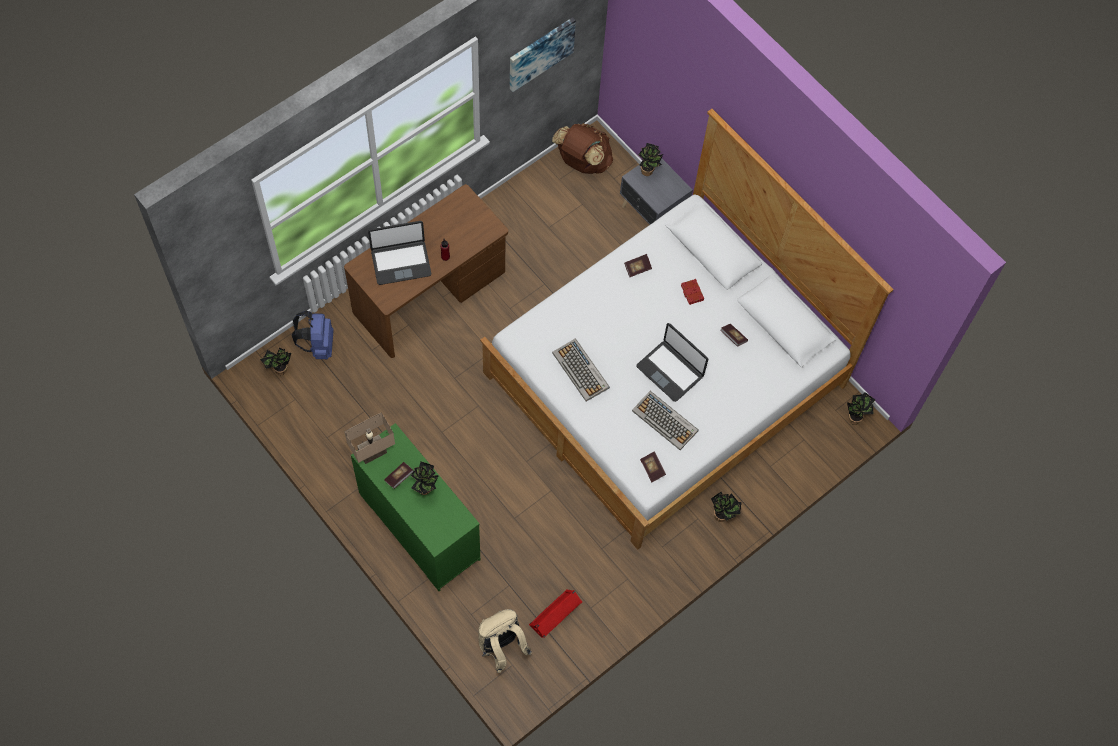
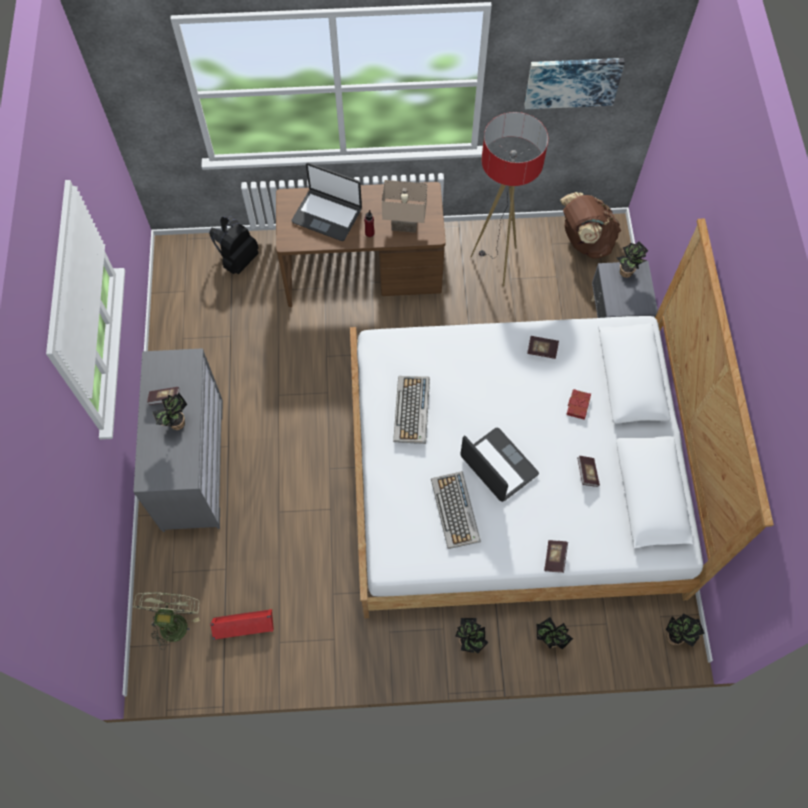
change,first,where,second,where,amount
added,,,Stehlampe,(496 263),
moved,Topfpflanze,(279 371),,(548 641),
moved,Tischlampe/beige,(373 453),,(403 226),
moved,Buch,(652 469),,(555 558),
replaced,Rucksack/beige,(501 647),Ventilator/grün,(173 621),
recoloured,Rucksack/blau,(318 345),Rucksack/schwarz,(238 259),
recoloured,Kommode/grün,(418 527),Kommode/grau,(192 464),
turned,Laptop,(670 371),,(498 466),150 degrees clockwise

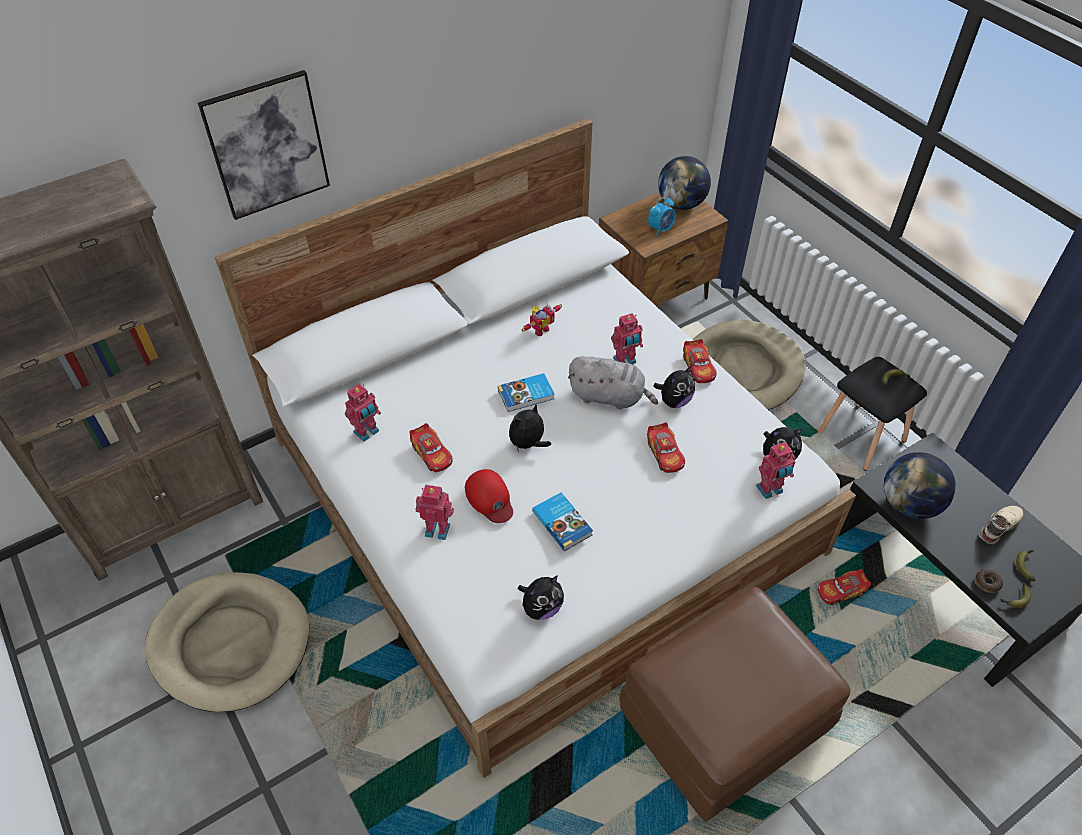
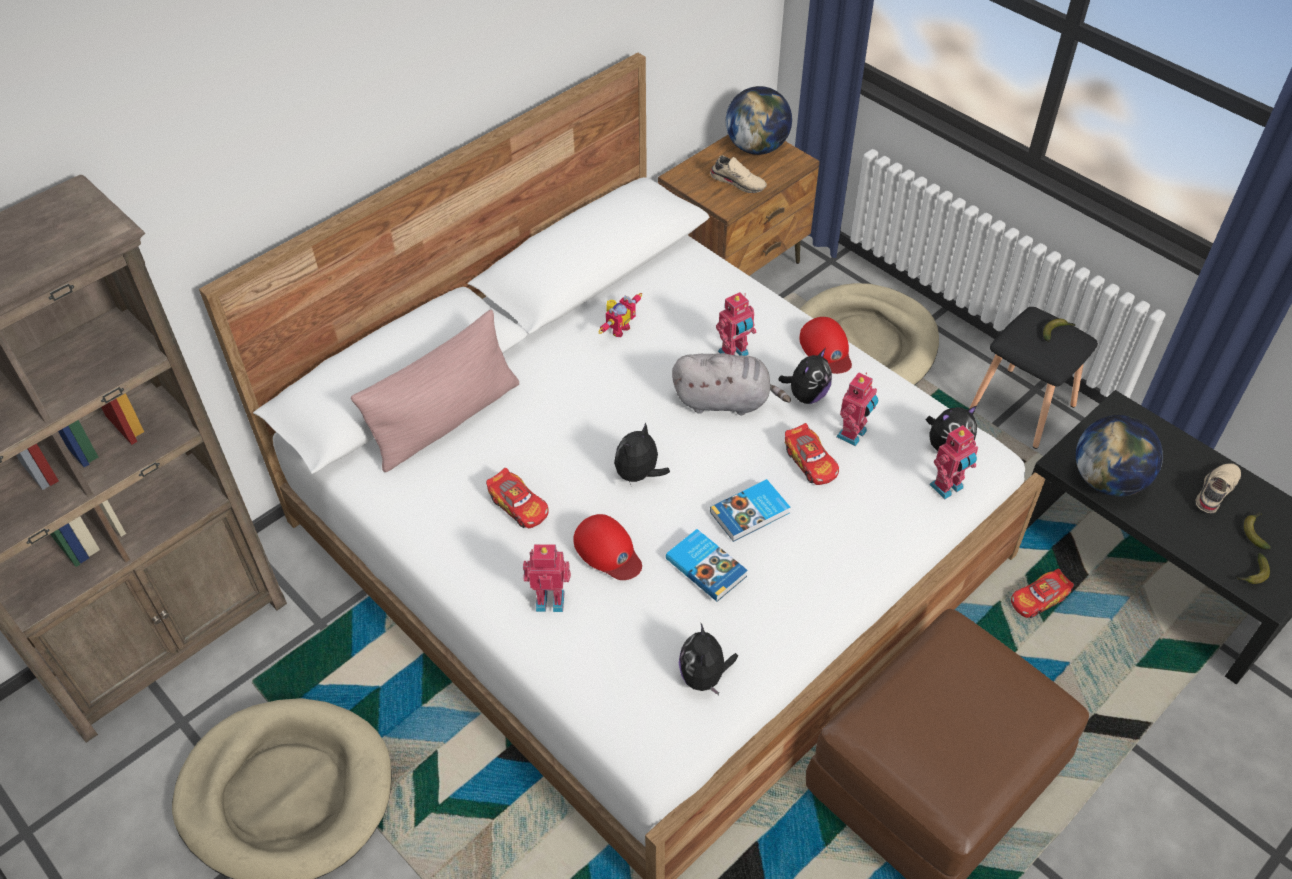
change,first,where,second,where,amount
removed,Bild,(267 145),,,
removed,Donut,(987 583),,,
added,,,Kissen/rosa,(446 420),
moved,Spielzeugroboter,(367 432),,(853 434),
moved,Buch,(526 395),,(751 513),
replaced,Wecker,(661 229),Schuh/beige,(739 182),
replaced,Spielzeugauto,(698 367),Kappe/rot,(826 349),
turned,Plüschtier,(541 608),,(704 676),135 degrees clockwise

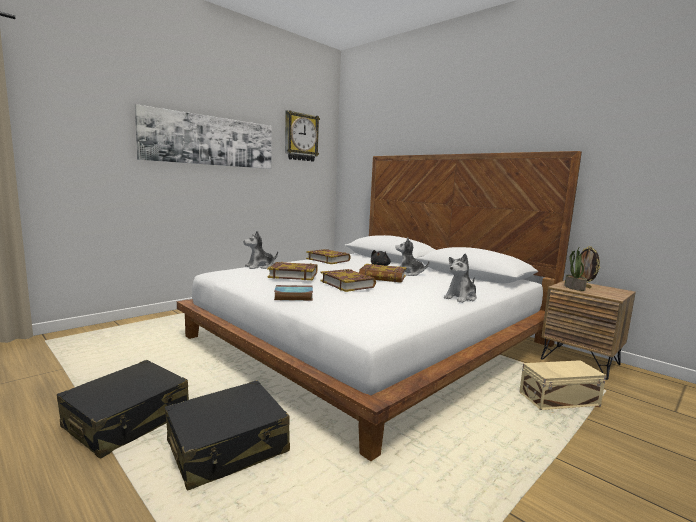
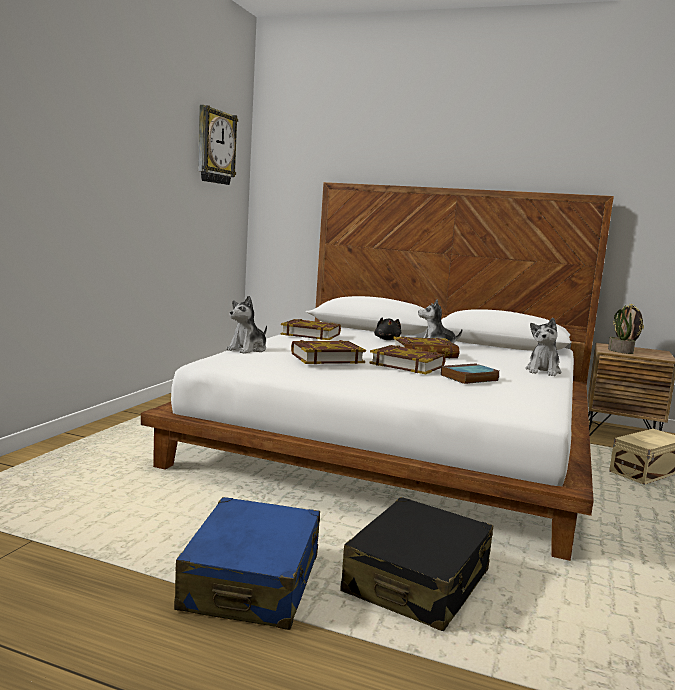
change,first,where,second,where,amount
removed,Bild,(210 141),,,
moved,Buch,(292 296),,(469 378),
recoloured,Koffer/schwarz,(128 420),Koffer/blau,(252 582),

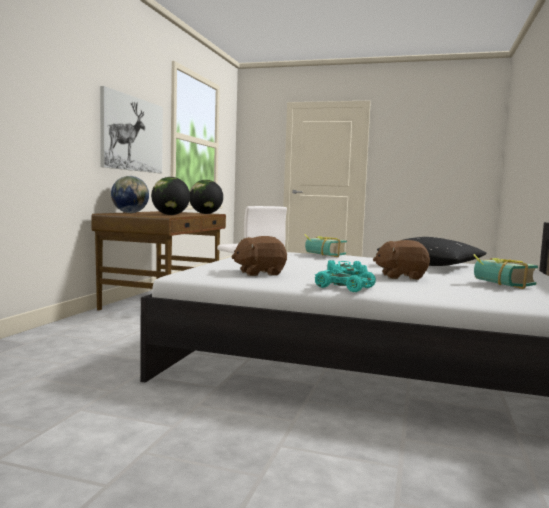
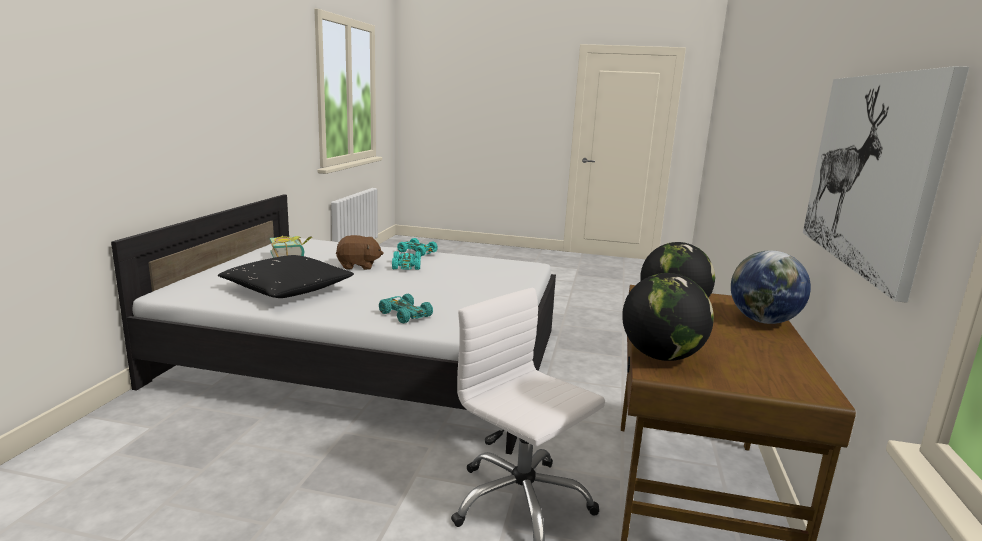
change,first,where,second,where,amount
removed,Plüschtier/braun,(259 273),,,
replaced,Buch,(322 255),Spielzeugauto/türkis,(404 314),

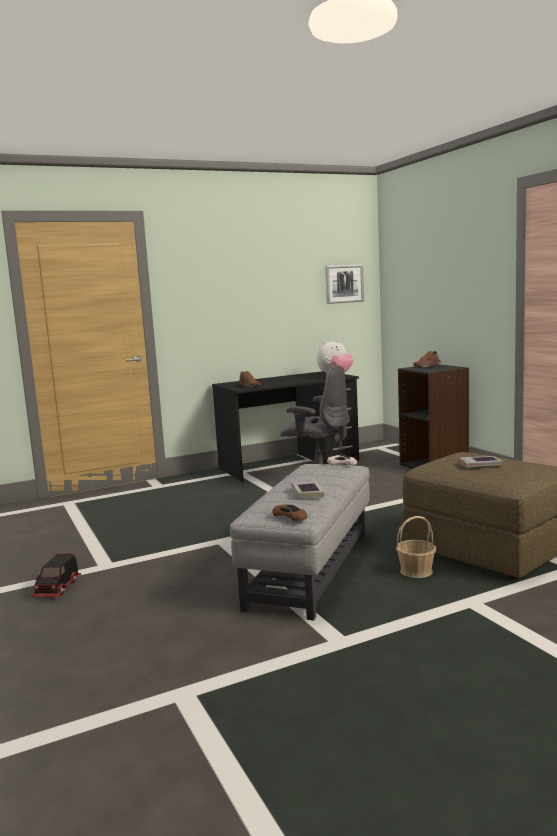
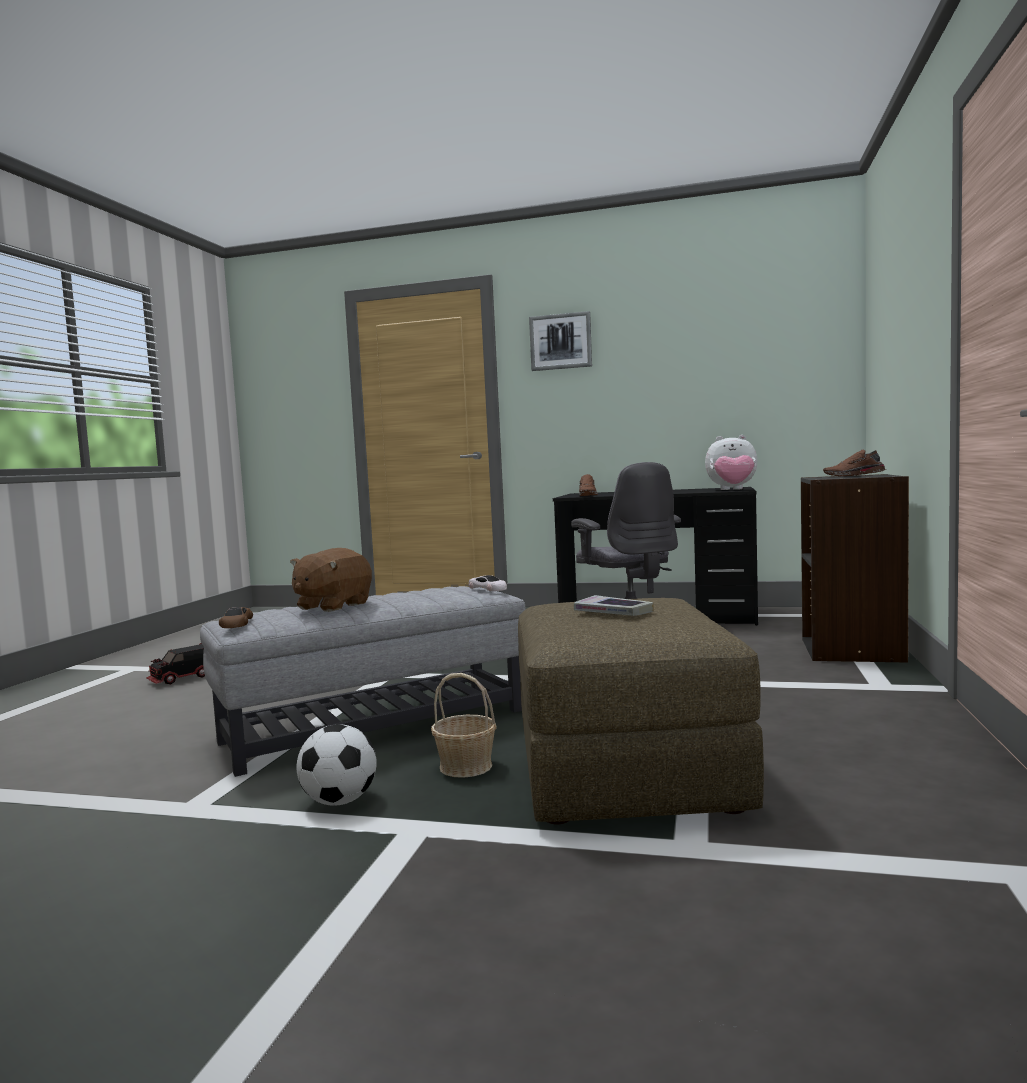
change,first,where,second,where,amount
added,,,Fußball,(340 801),
moved,Bild,(344 284),,(560 341),
replaced,Buch,(307 492),Plüschtier/braun,(332 606),

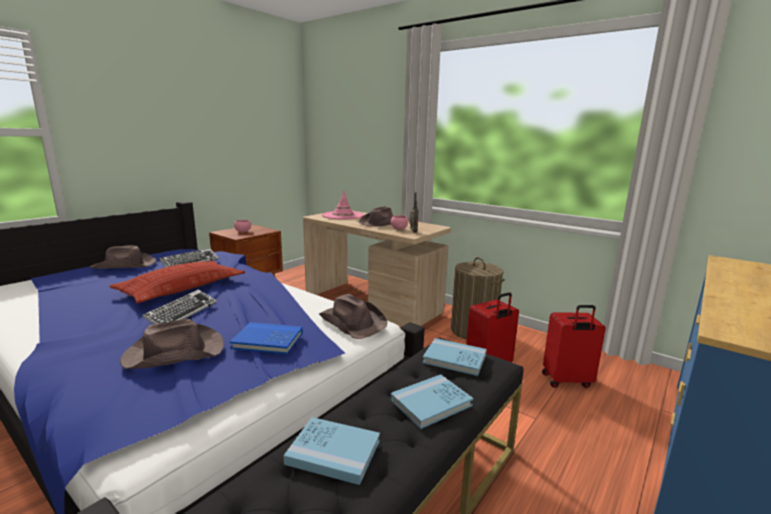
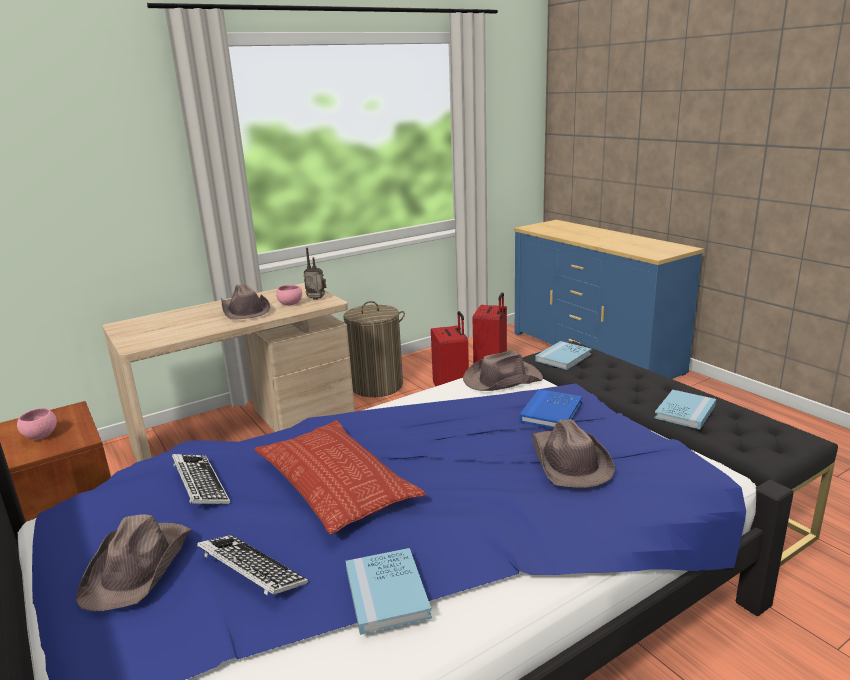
change,first,where,second,where,amount
removed,Hut/rosa,(343 215),,,
moved,Tastatur,(182 313),,(251 571),
moved,Buch/blau,(431 403),,(386 593),

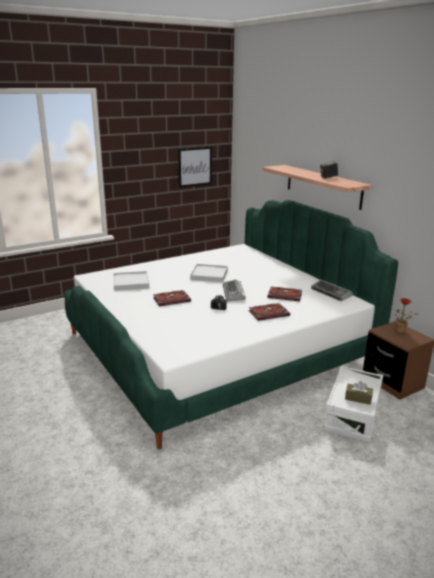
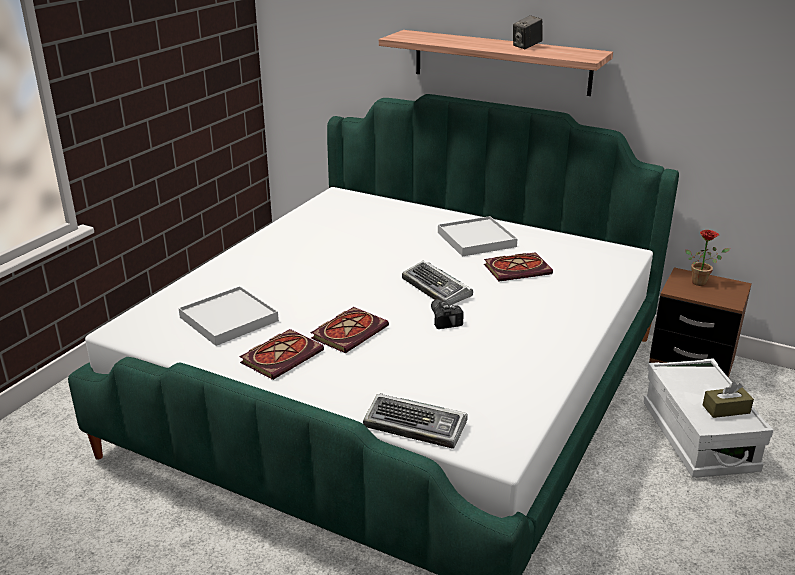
change,first,where,second,where,amount
removed,Bild,(195 166),,,
moved,Tablett/weiß,(209 275),,(476 240),
moved,Buch,(269 313),,(282 356),
moved,Tastatur,(331 293),,(416 426),

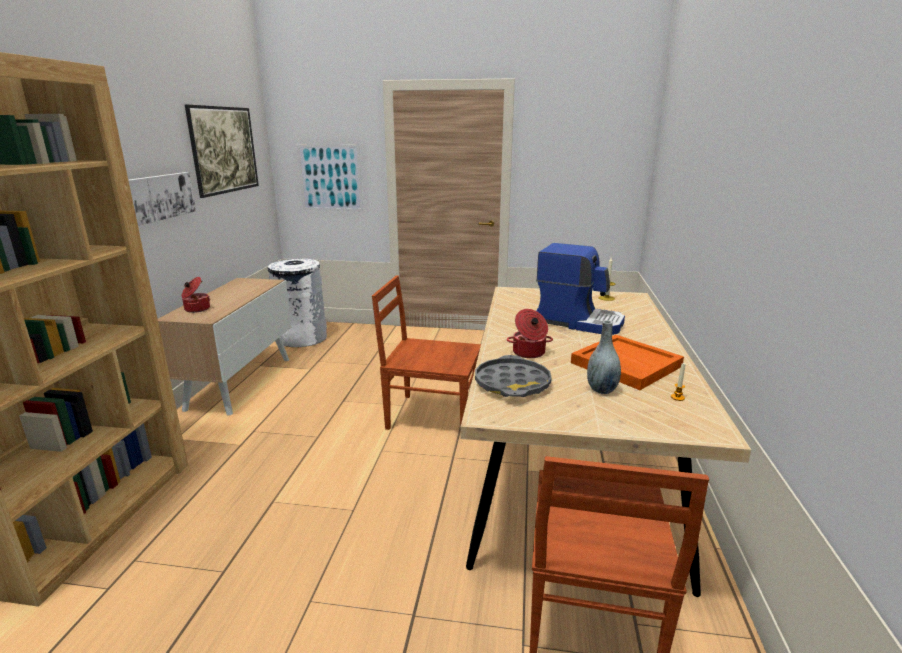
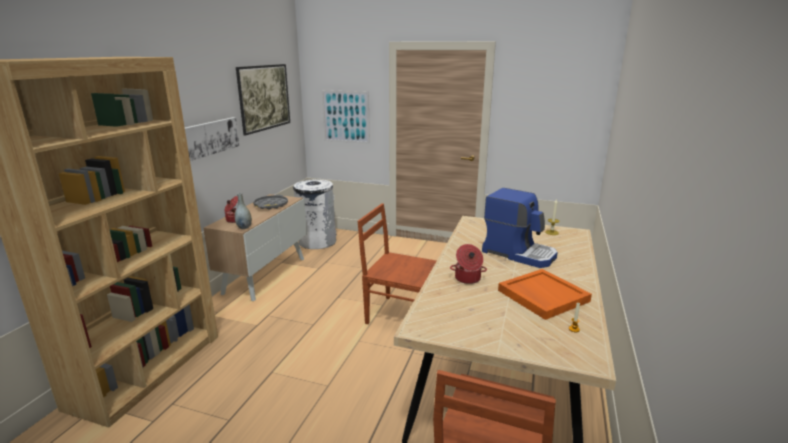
change,first,where,second,where,amount
moved,Tablett/grau,(512 384),,(271 205),
moved,Vase/grau,(601 390),,(244 227),

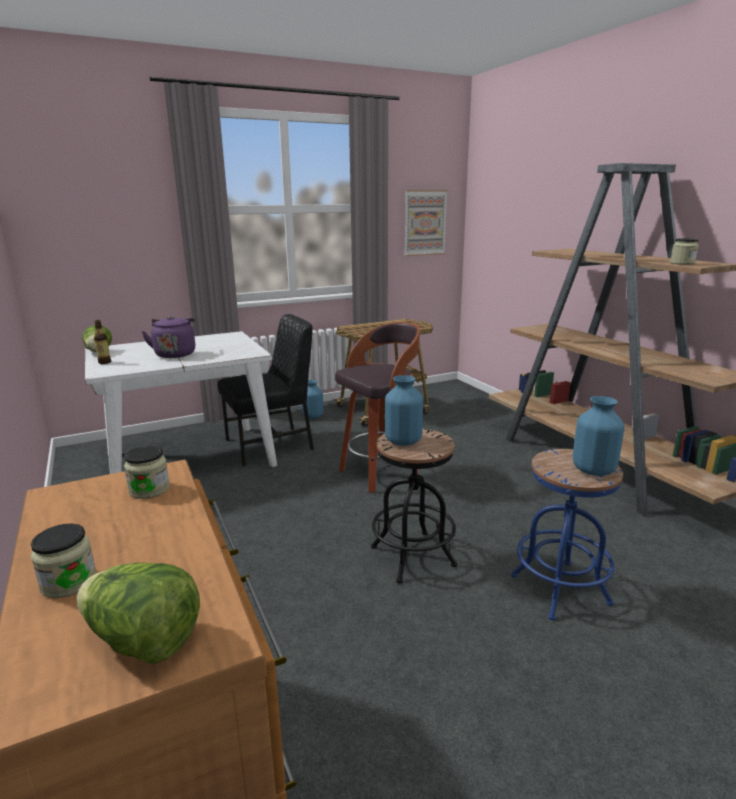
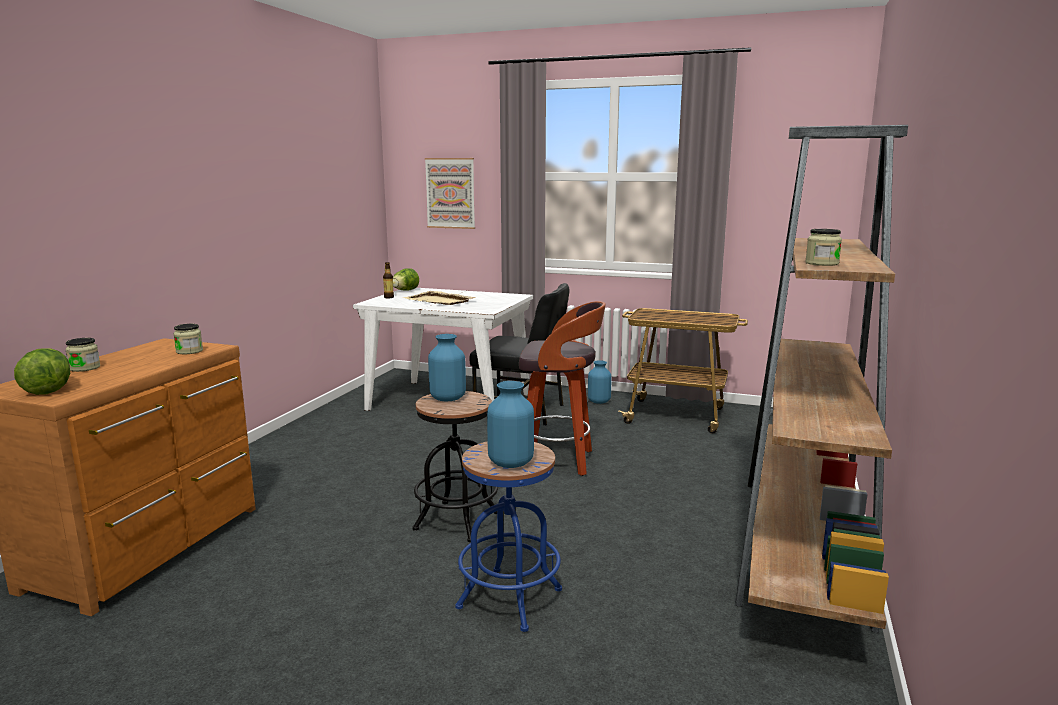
change,first,where,second,where,amount
moved,Bild,(424 223),,(450 193),
replaced,Wasserkessel/lila,(175 354),Tablett/beige,(440 300),

